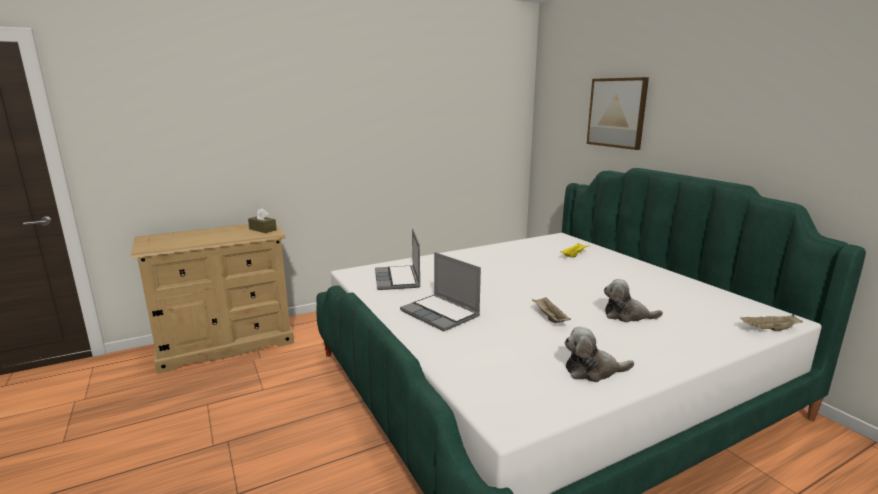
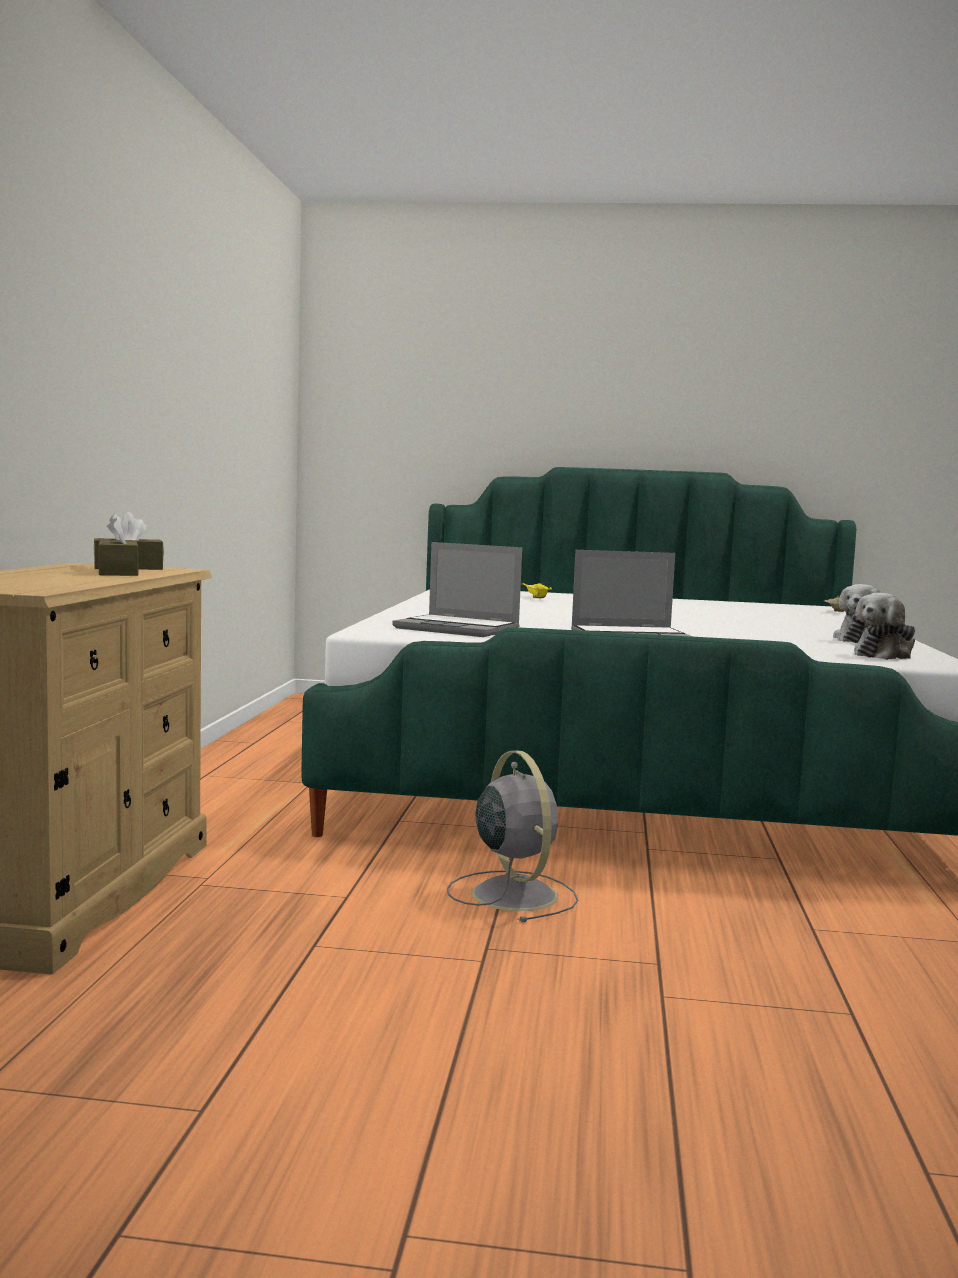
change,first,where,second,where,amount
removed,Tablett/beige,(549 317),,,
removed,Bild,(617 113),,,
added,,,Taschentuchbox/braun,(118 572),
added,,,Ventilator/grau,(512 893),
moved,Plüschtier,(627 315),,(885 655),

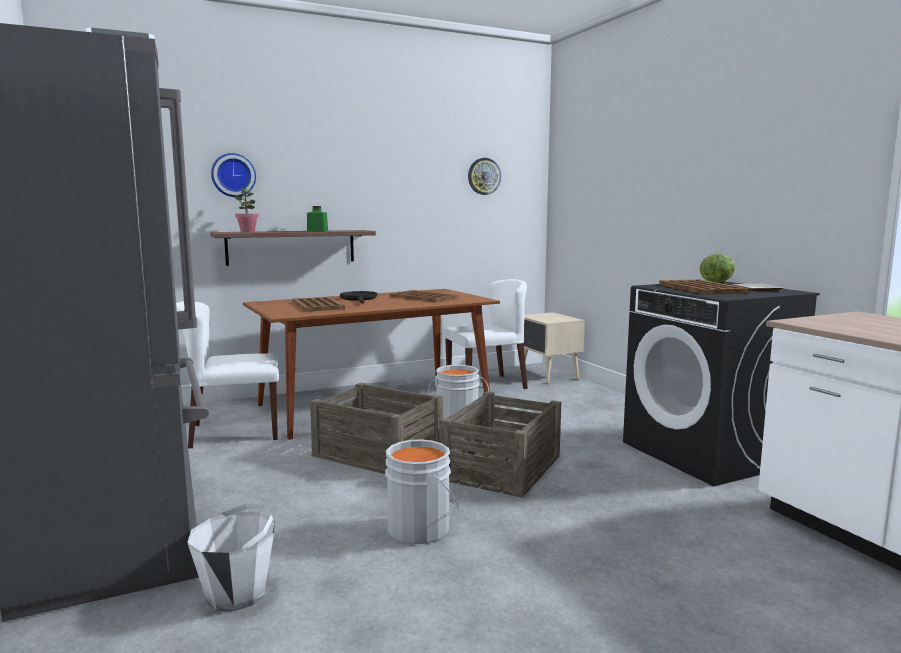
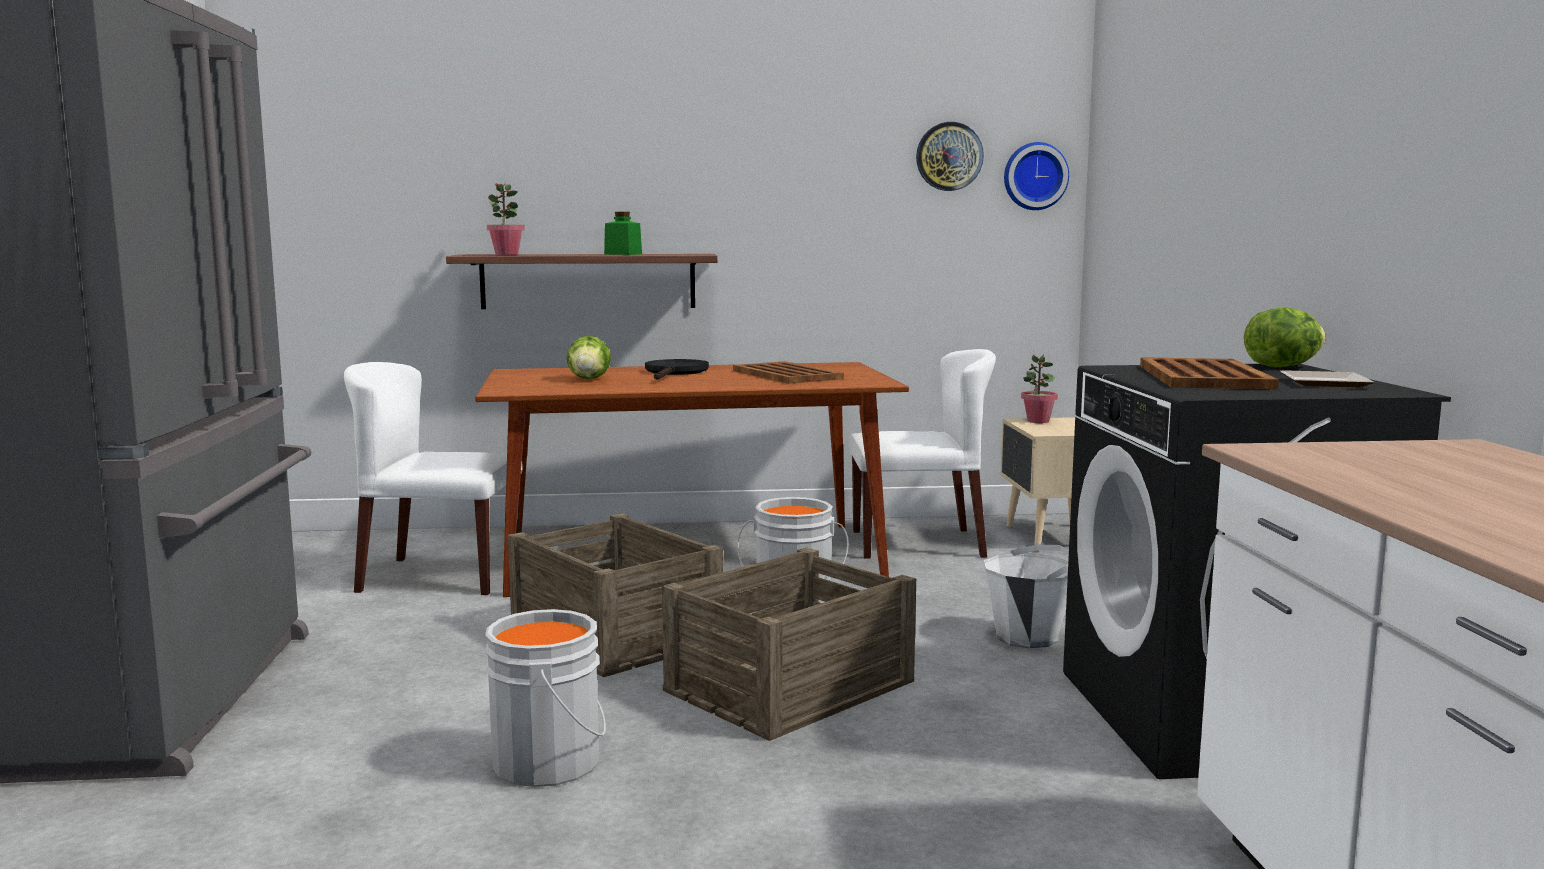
change,first,where,second,where,amount
added,,,Topfpflanze,(1038 421),
moved,Eimer/weiß,(237 593),,(1027 637),
moved,Wanduhr,(233 175),,(1034 176),
replaced,Tablett/braun,(318 305),Salatkopf,(589 379),

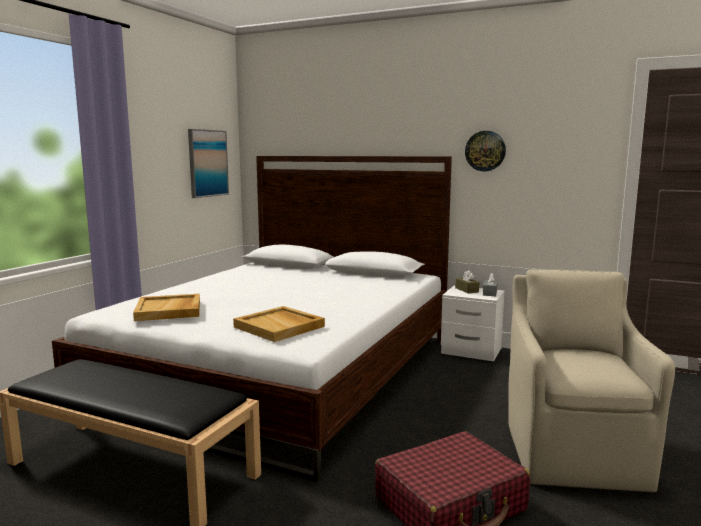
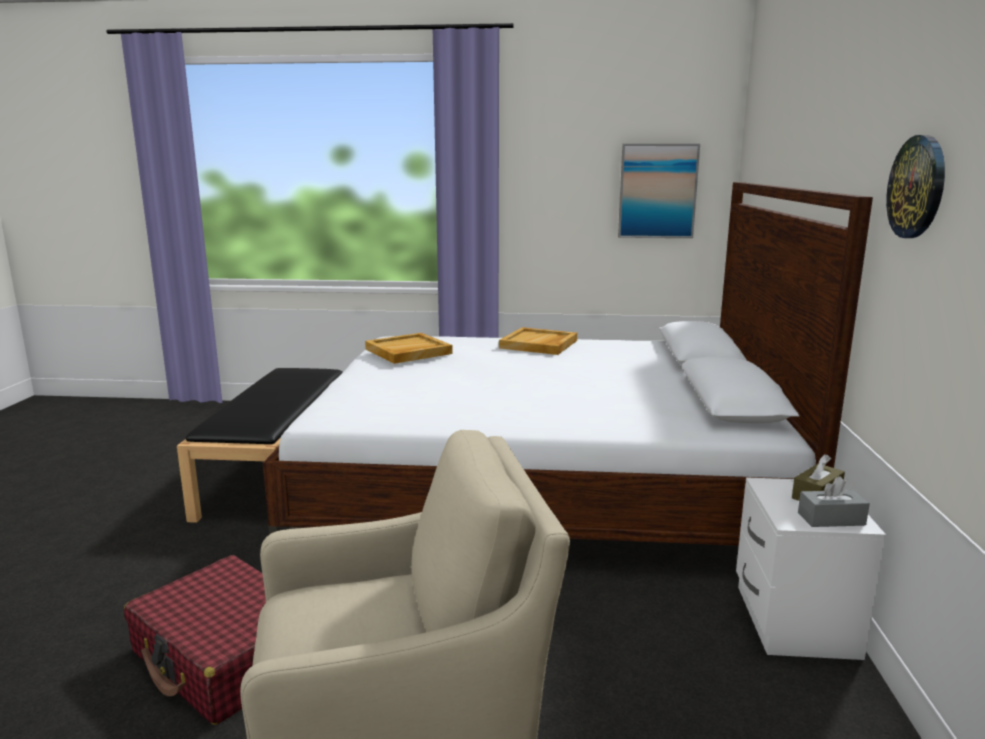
change,first,where,second,where,amount
moved,Tablett/beige,(280 327),,(539 344),

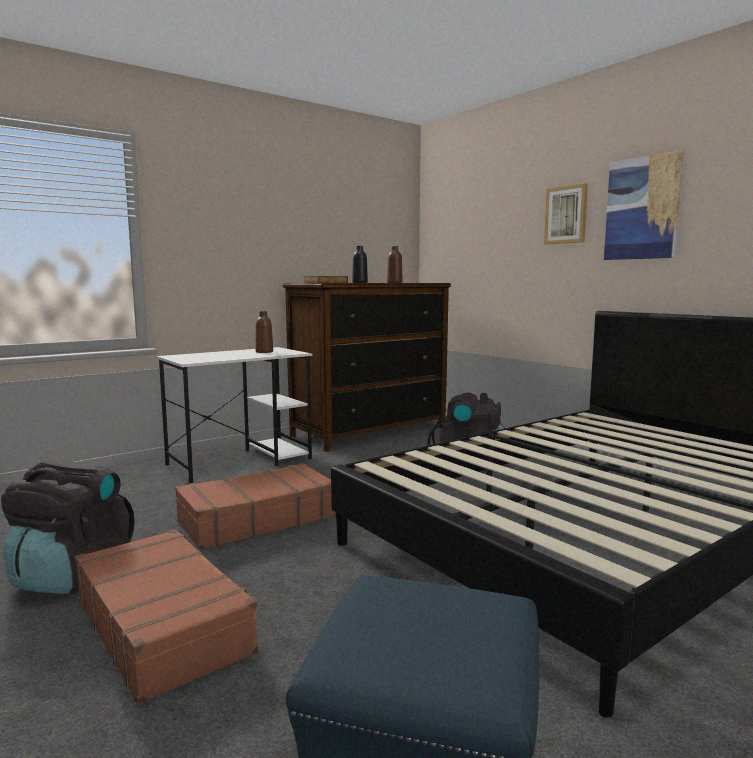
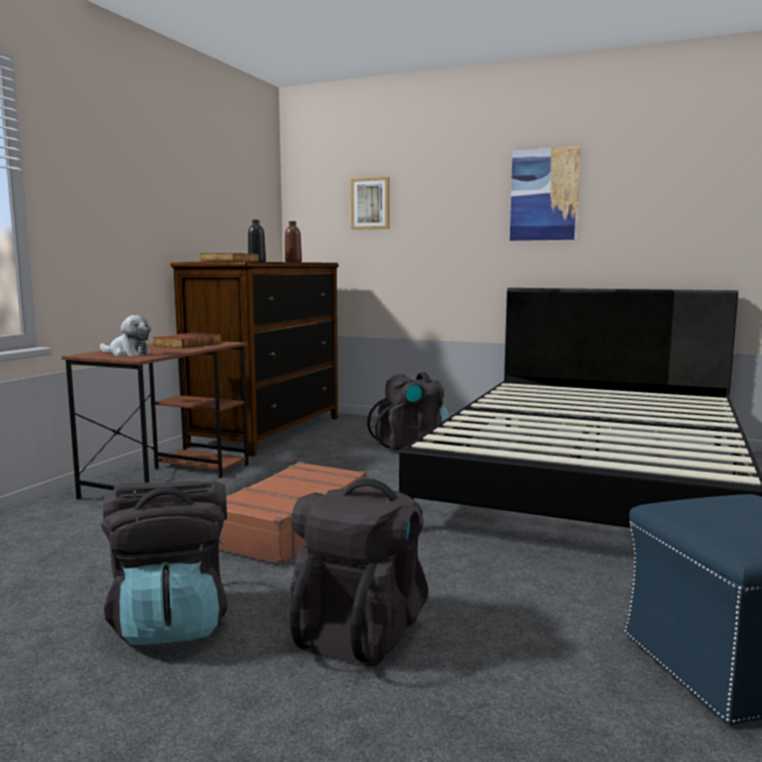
change,first,where,second,where,amount
added,,,Plüschtier,(127 354),
moved,Bild,(566 215),,(370 203),
replaced,Koffer/braun,(164 625),Rucksack/schwarz,(361 630),
replaced,Flasche/braun,(264 352),Buch,(187 344),
recoloured,Schreibtisch/weiß,(241 461),Schreibtisch/braun,(170 480),

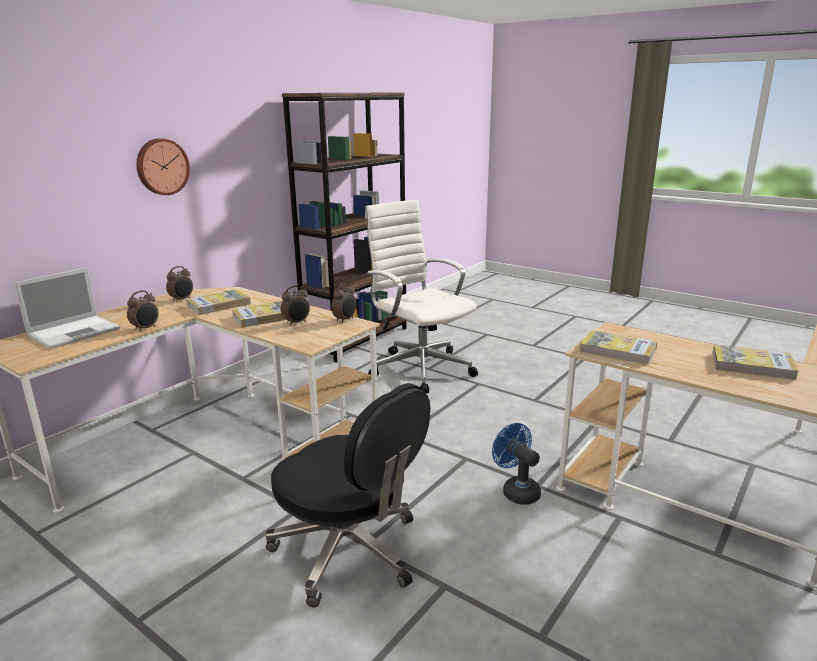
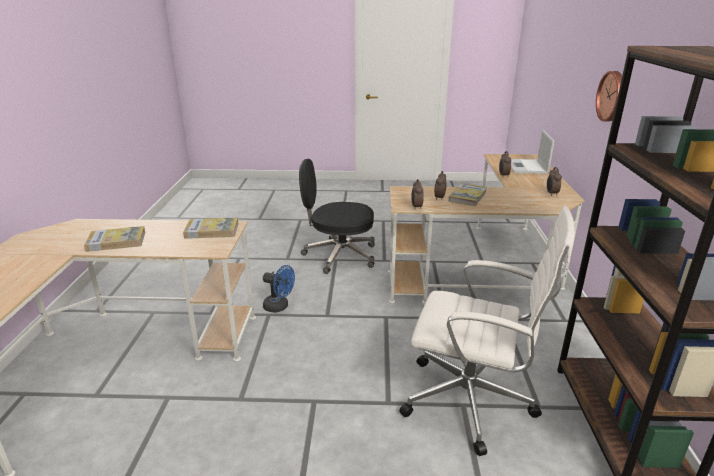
change,first,where,second,where,amount
removed,Buch,(218 305),,,

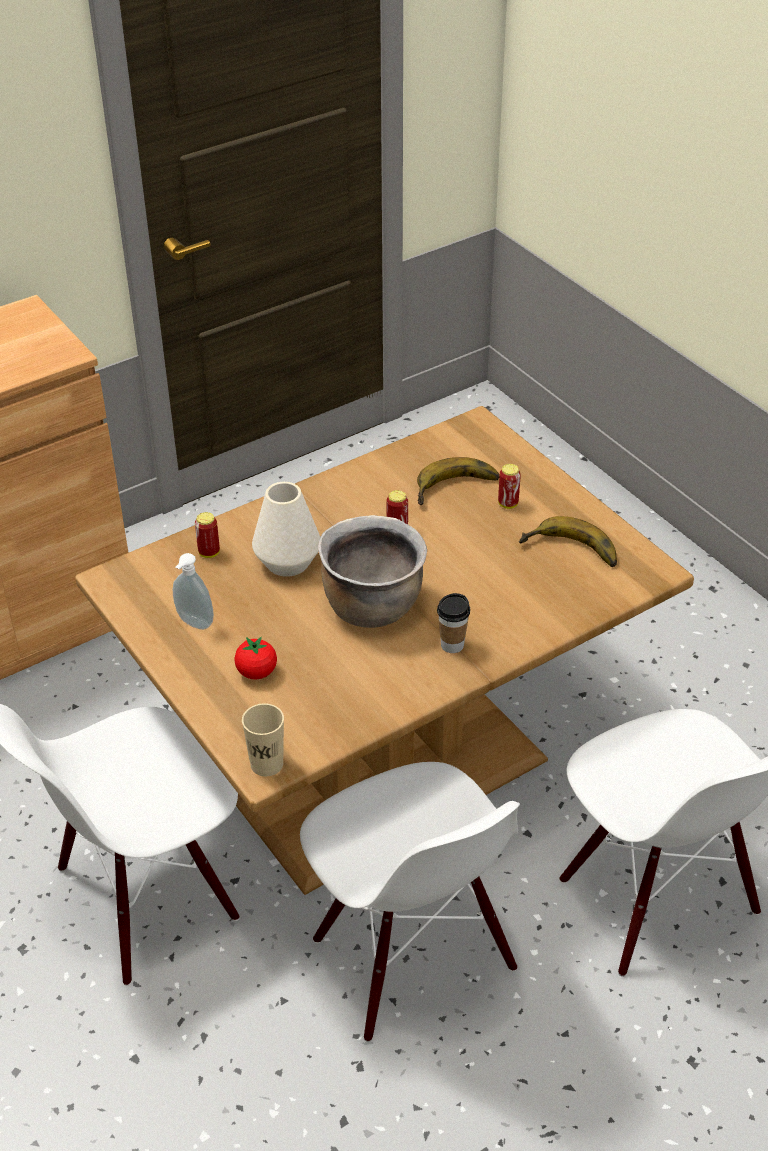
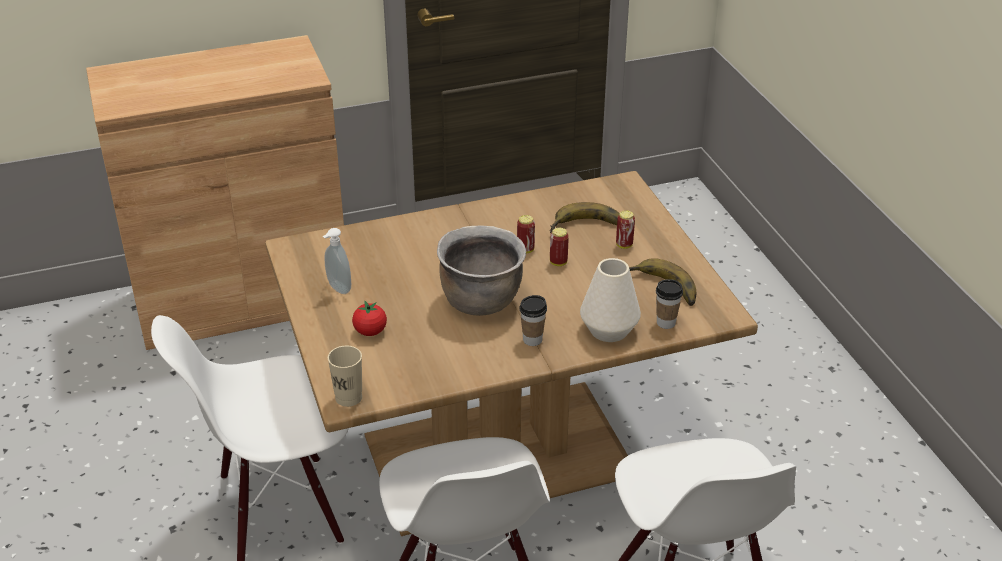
change,first,where,second,where,amount
added,,,Tasse,(666 323),
moved,Dose,(209 553),,(558 262),
moved,Vase/weiß,(287 562),,(609 330),

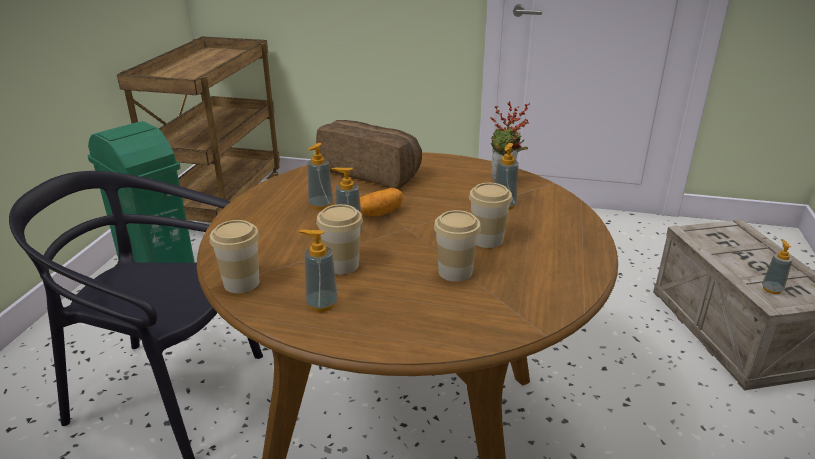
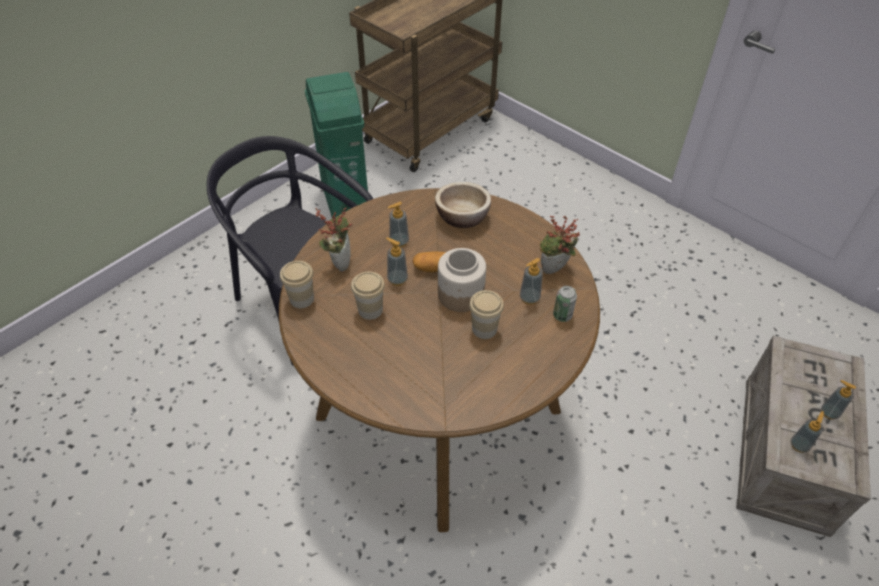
change,first,where,second,where,amount
removed,Tasse,(455 272),,,
added,,,Topfpflanze,(339 262),
added,,,Vorratsglas,(460 294),
added,,,Dose,(562 315),
moved,Seifenspender,(322 304),,(829 412),
replaced,Brot,(371 172),Schüssel,(462 216),

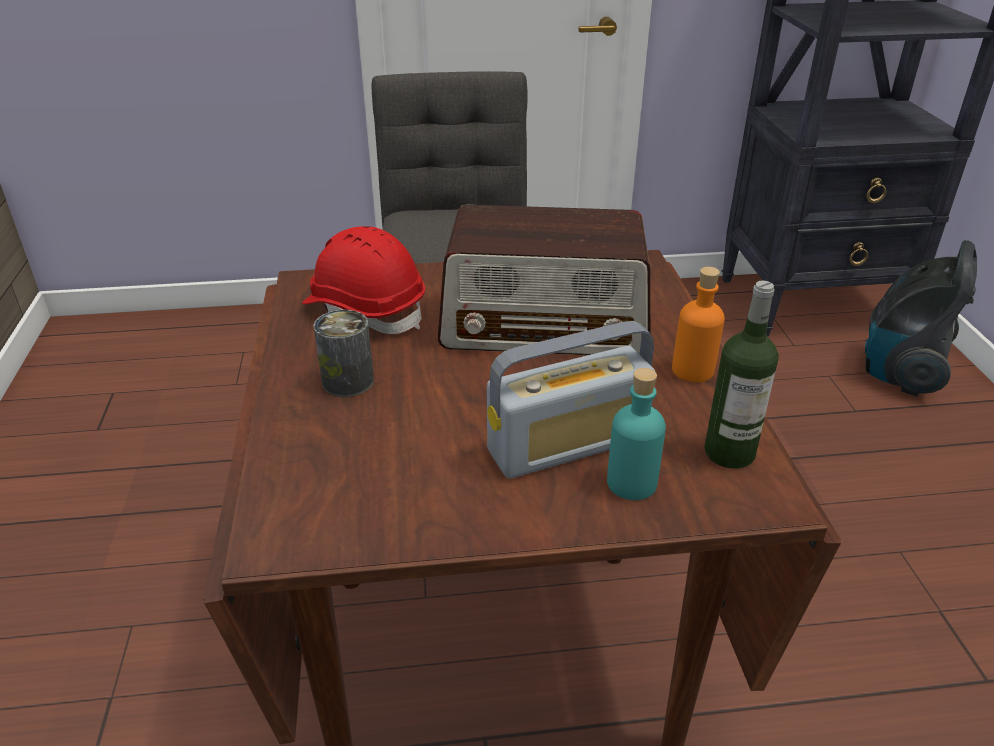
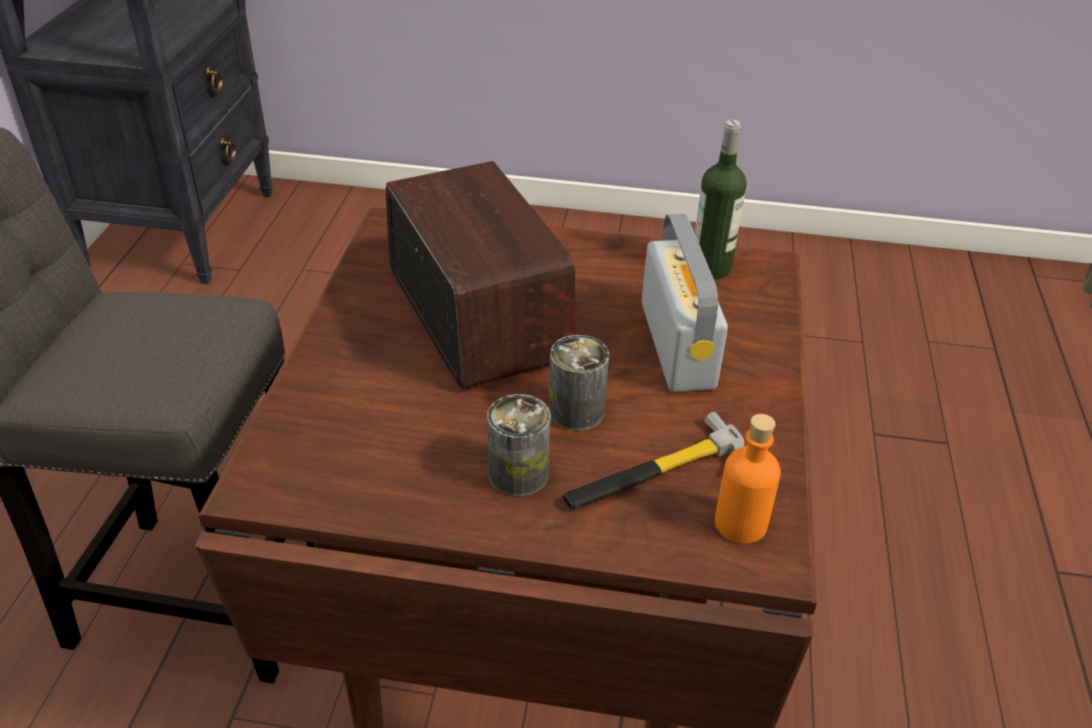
change,first,where,second,where,amount
removed,Schutzhelm/rot,(365 310),,,
removed,Flasche/türkis,(631 483),,,
removed,Staubsauger,(900 372),,,
added,,,Dose,(576 411),
added,,,Hammer,(655 474),
moved,Flasche/orange,(693 370),,(740 524),
turned,Radio,(545 325),,(477 312),45 degrees counterclockwise

